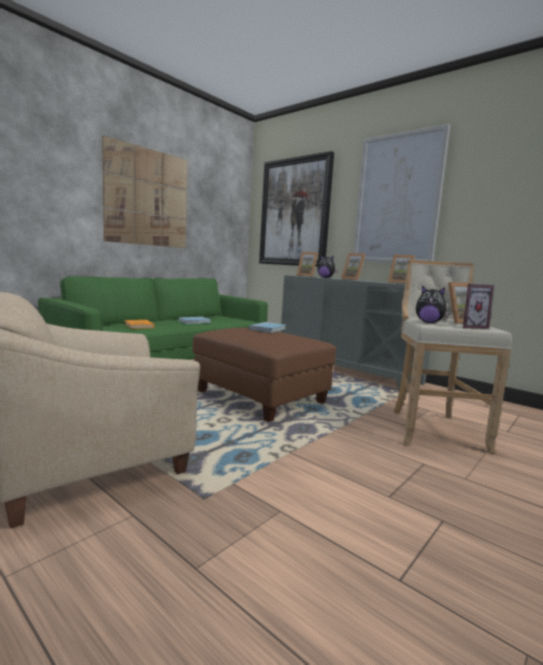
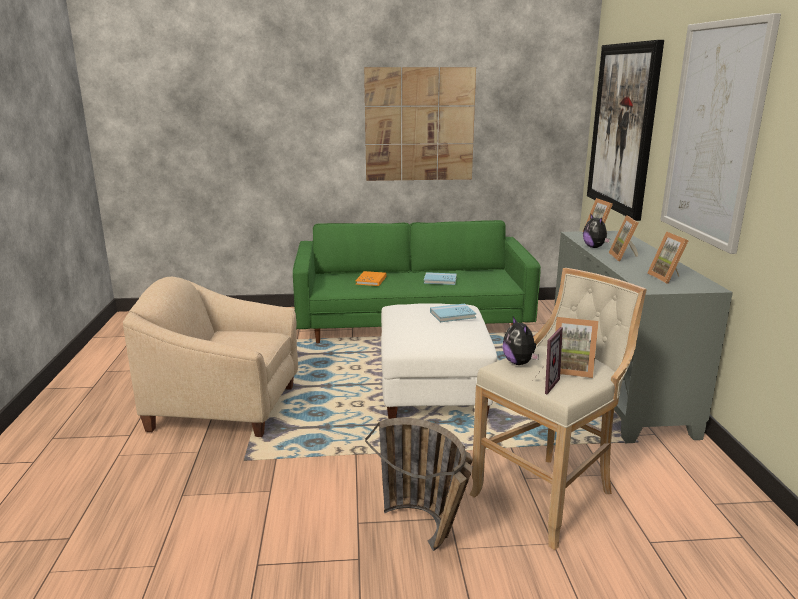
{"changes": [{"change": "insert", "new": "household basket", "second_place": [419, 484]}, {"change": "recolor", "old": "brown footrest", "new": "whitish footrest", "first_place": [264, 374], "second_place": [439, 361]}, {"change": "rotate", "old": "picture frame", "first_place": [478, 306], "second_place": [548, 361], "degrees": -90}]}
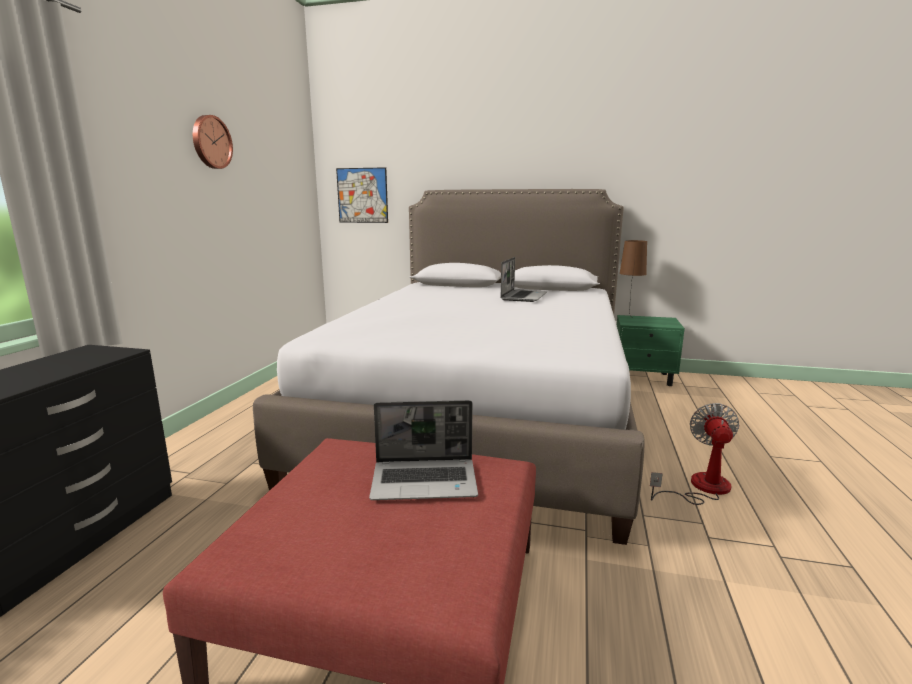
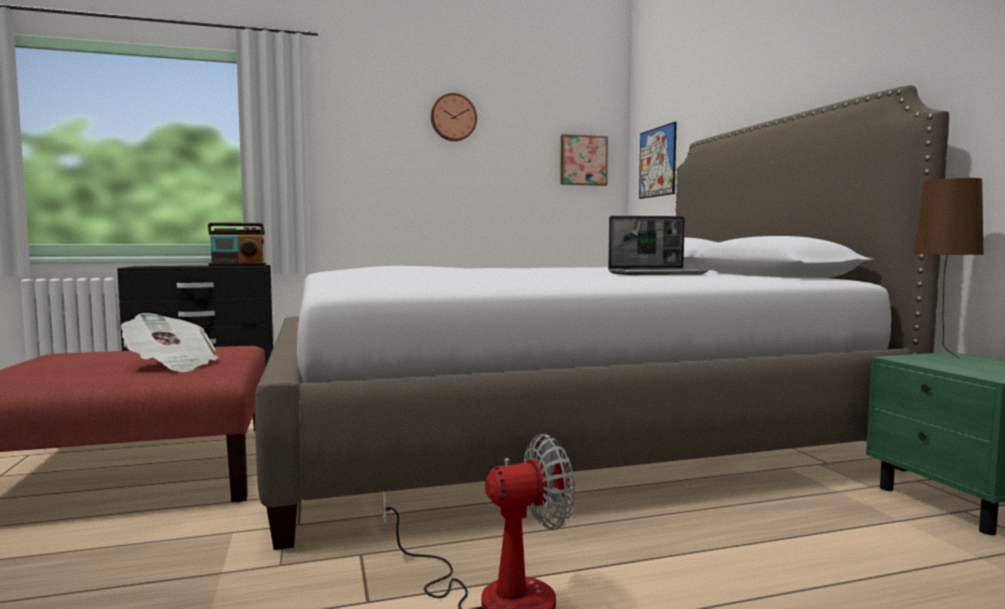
{"changes": [{"change": "replace", "old": "notebook computer", "new": "daily paper", "first_place": [423, 450], "second_place": [169, 342]}, {"change": "insert", "new": "radio", "second_place": [237, 244]}, {"change": "insert", "new": "wall art", "second_place": [584, 160]}]}
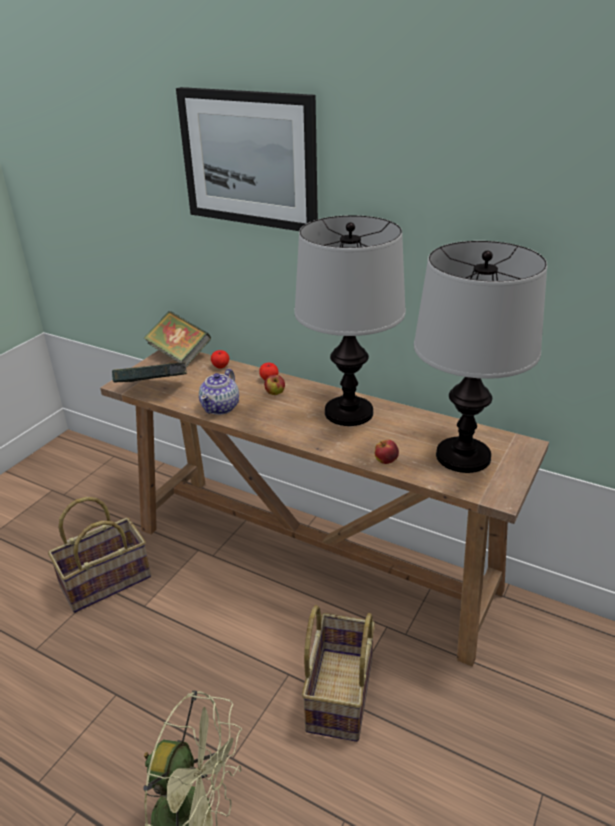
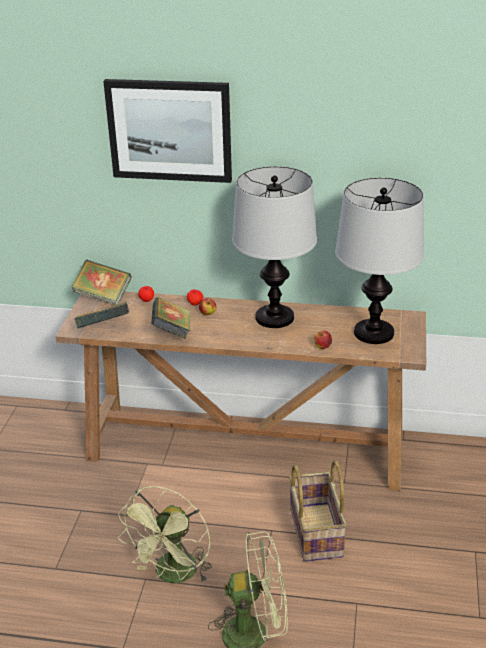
{"changes": [{"change": "insert", "new": "green electric fan", "second_place": [165, 534]}, {"change": "replace", "old": "tea pot", "new": "bound book", "first_place": [219, 392], "second_place": [170, 318]}, {"change": "delete", "old": "household basket", "first_place": [99, 555]}]}
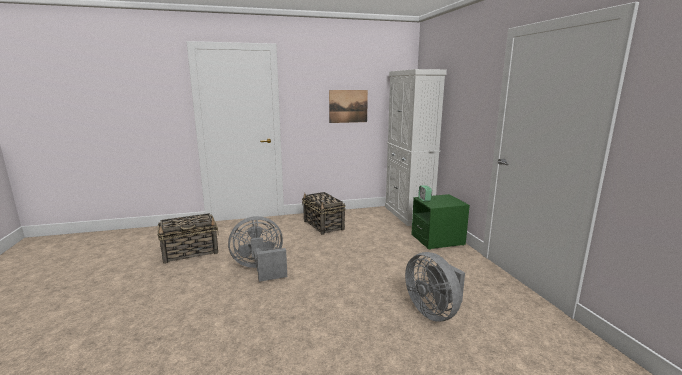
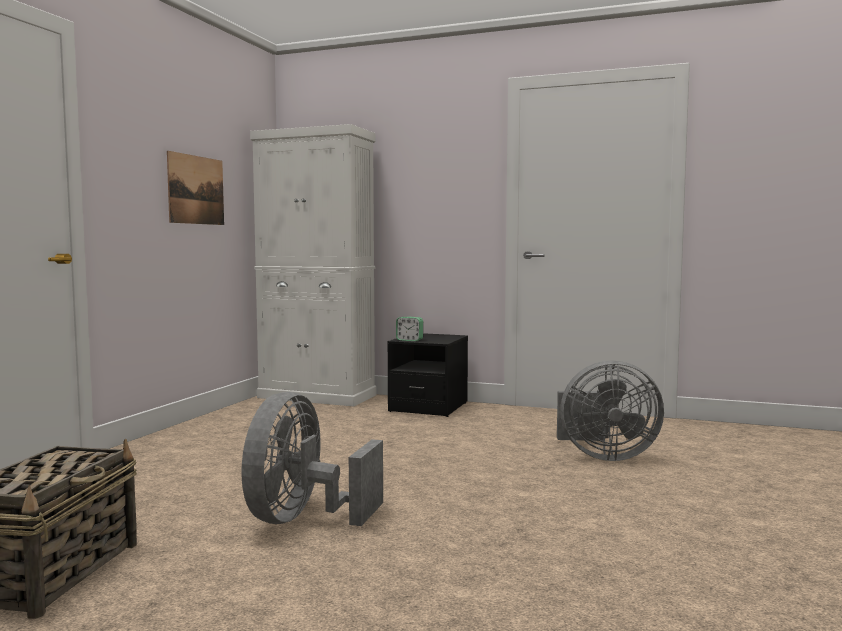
{"changes": [{"change": "recolor", "old": "green night table", "new": "black-coloured night table", "first_place": [440, 222], "second_place": [427, 375]}, {"change": "delete", "old": "household basket", "first_place": [324, 213]}]}
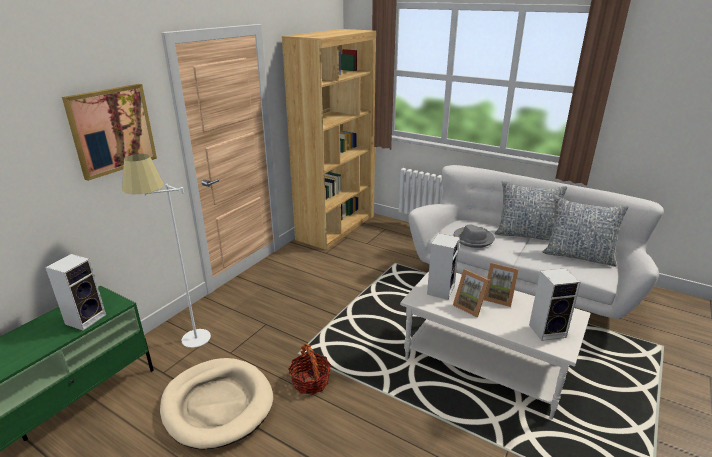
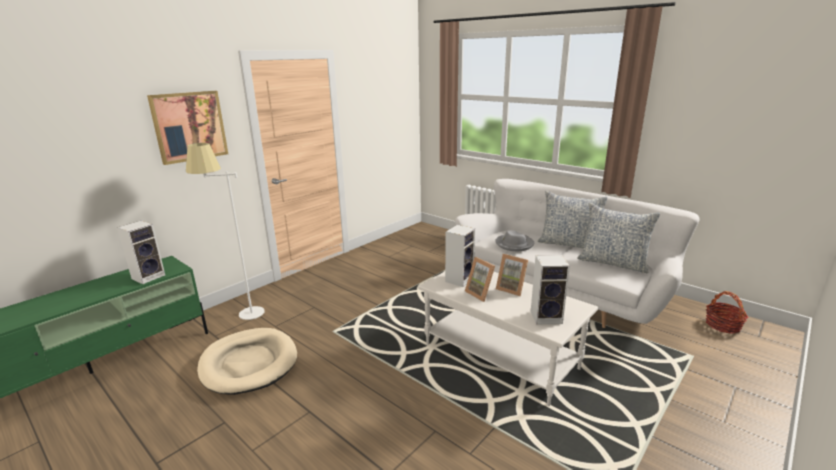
{"changes": [{"change": "move", "old": "household basket", "first_place": [309, 369], "second_place": [727, 312]}, {"change": "delete", "old": "brown bookcase", "first_place": [329, 139]}]}
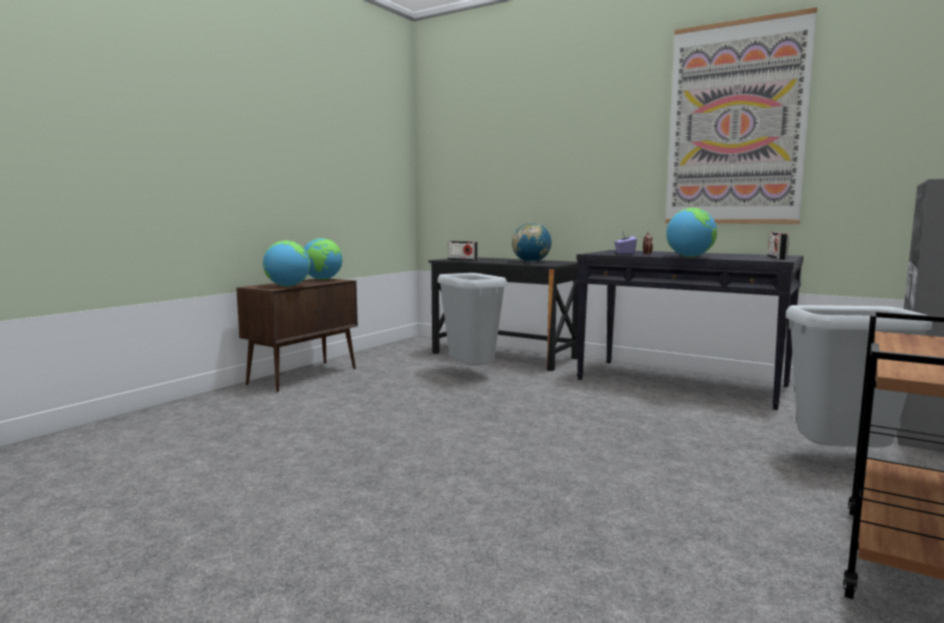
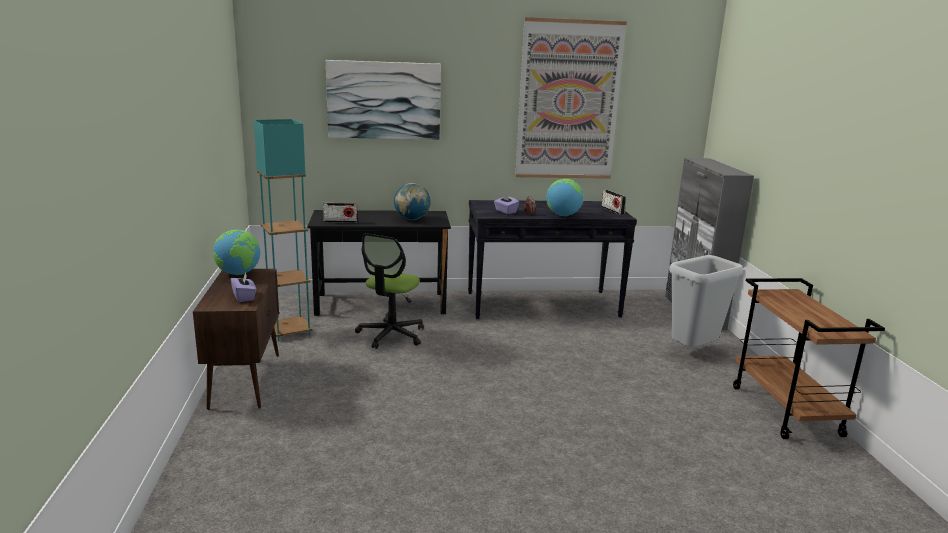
{"changes": [{"change": "replace", "old": "globe", "new": "purple-coloured tissue holder", "first_place": [286, 264], "second_place": [243, 287]}, {"change": "insert", "new": "turquoise standard lamp", "second_place": [283, 230]}, {"change": "insert", "new": "wall art", "second_place": [383, 100]}, {"change": "replace", "old": "gray rubbish bin", "new": "desk chair", "first_place": [472, 319], "second_place": [389, 291]}]}
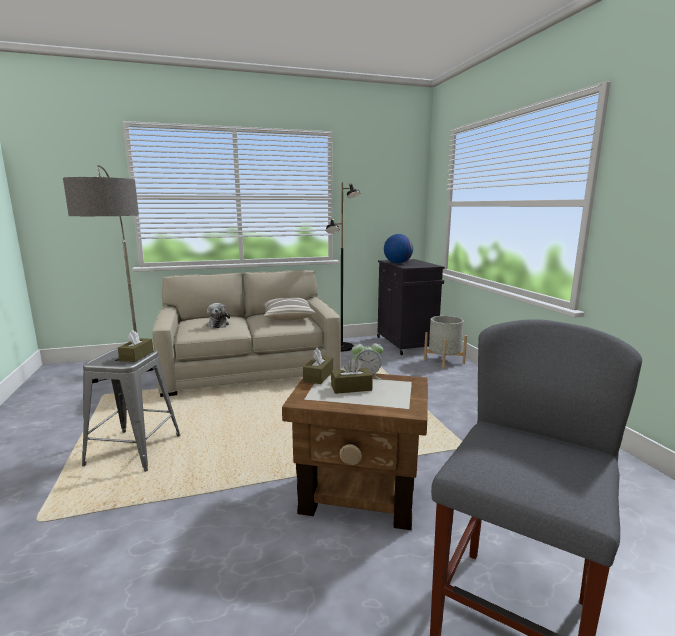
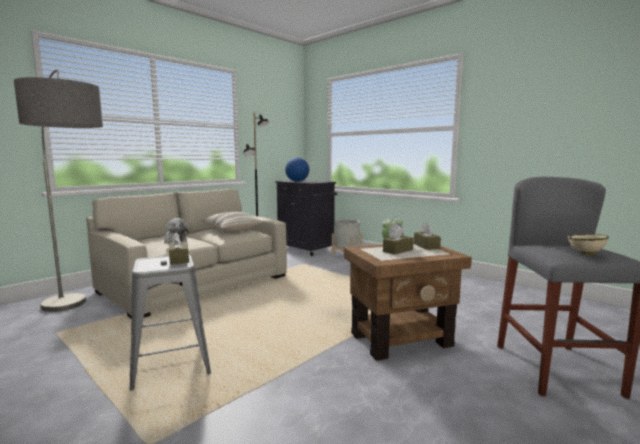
{"changes": [{"change": "move", "old": "brown tissue holder", "first_place": [318, 366], "second_place": [427, 236]}, {"change": "insert", "new": "sand-coloured deep dish", "second_place": [588, 244]}]}
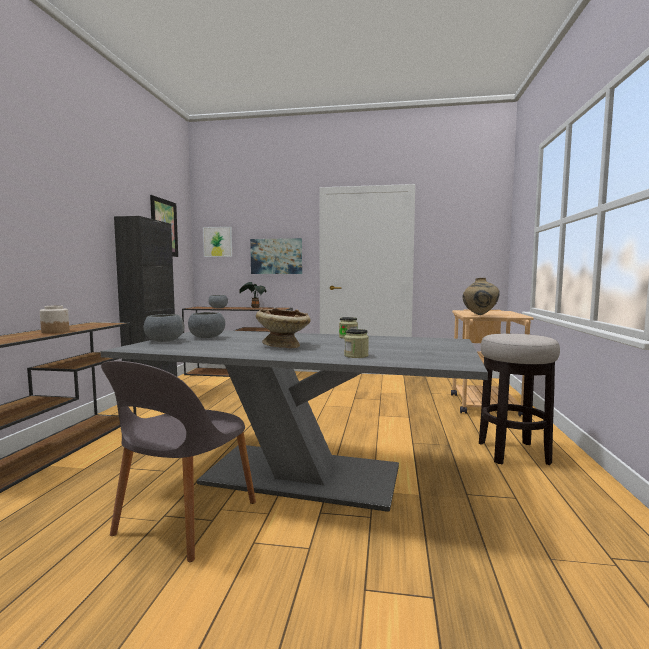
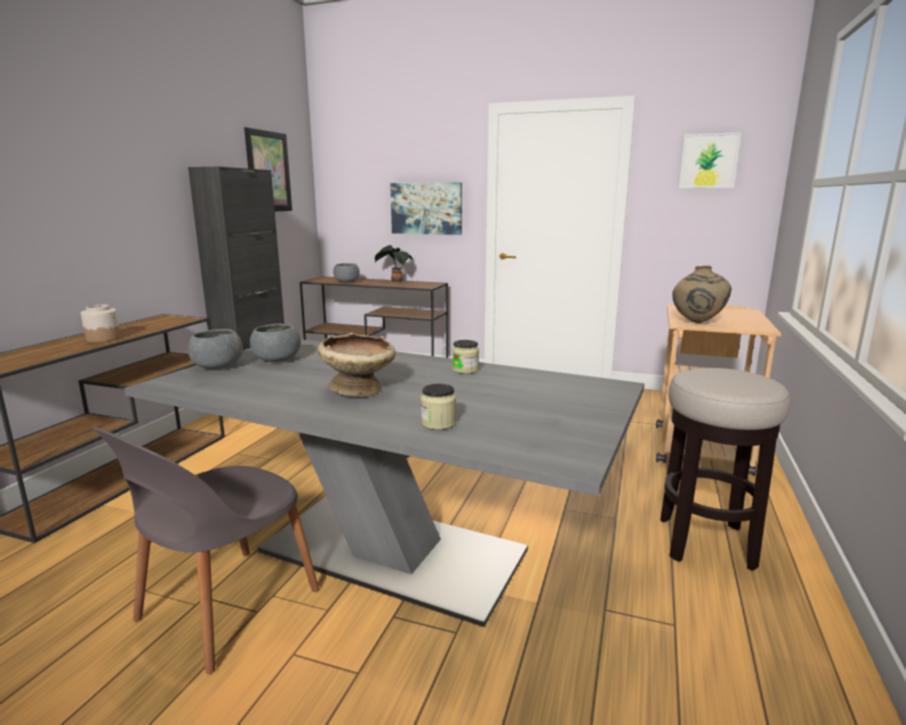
{"changes": [{"change": "move", "old": "wall art", "first_place": [217, 242], "second_place": [710, 160]}]}
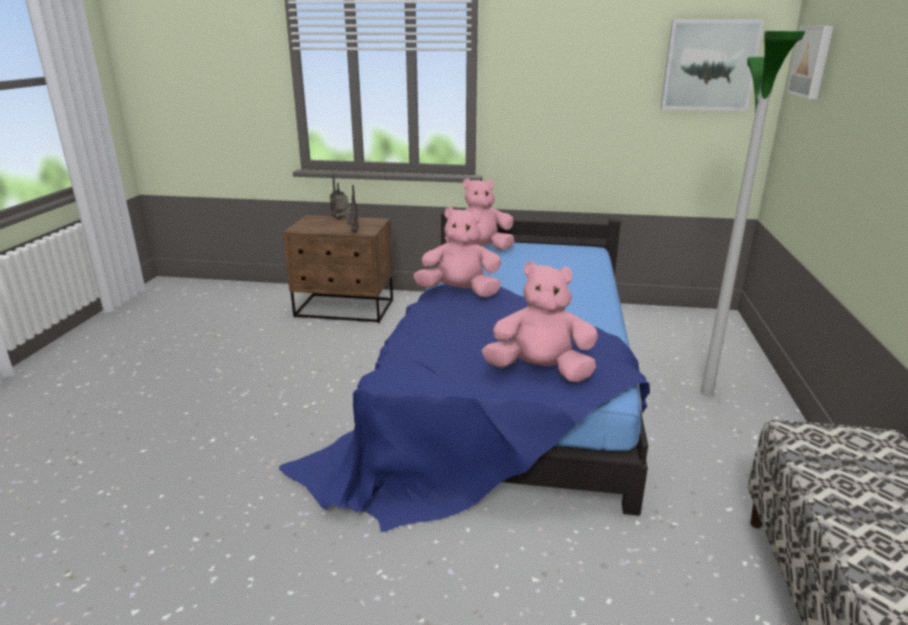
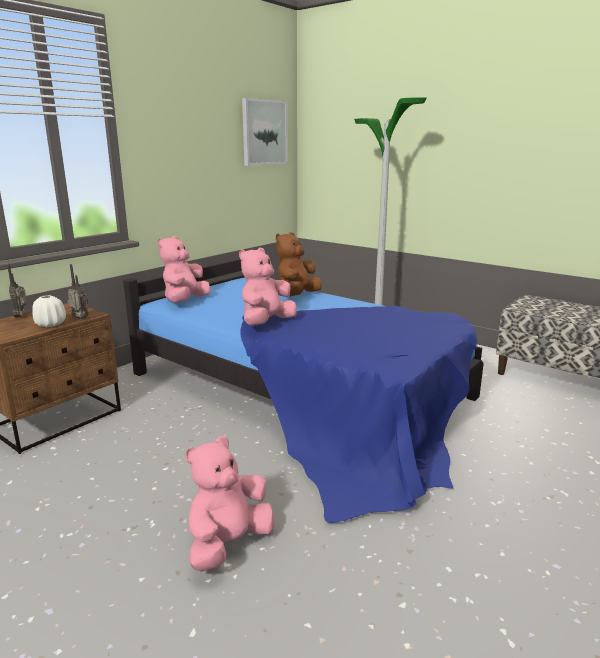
{"changes": [{"change": "insert", "new": "whitish decorative vase", "second_place": [49, 311]}, {"change": "move", "old": "pinkish plush toy", "first_place": [540, 321], "second_place": [230, 504]}, {"change": "insert", "new": "brown plush toy", "second_place": [299, 264]}, {"change": "delete", "old": "wall art", "first_place": [810, 62]}]}
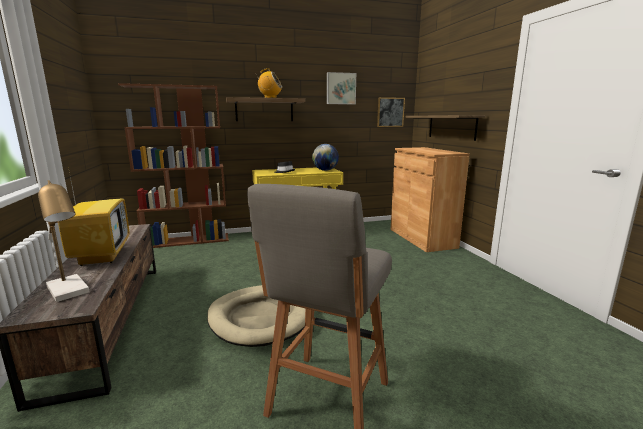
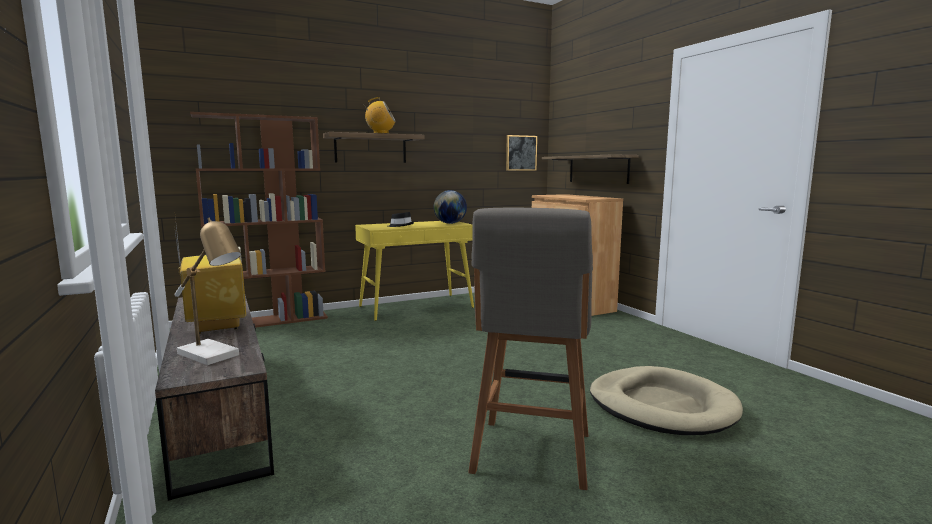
{"changes": [{"change": "move", "old": "sand-coloured dog cushion", "first_place": [256, 316], "second_place": [666, 400]}, {"change": "delete", "old": "wall art", "first_place": [341, 88]}]}
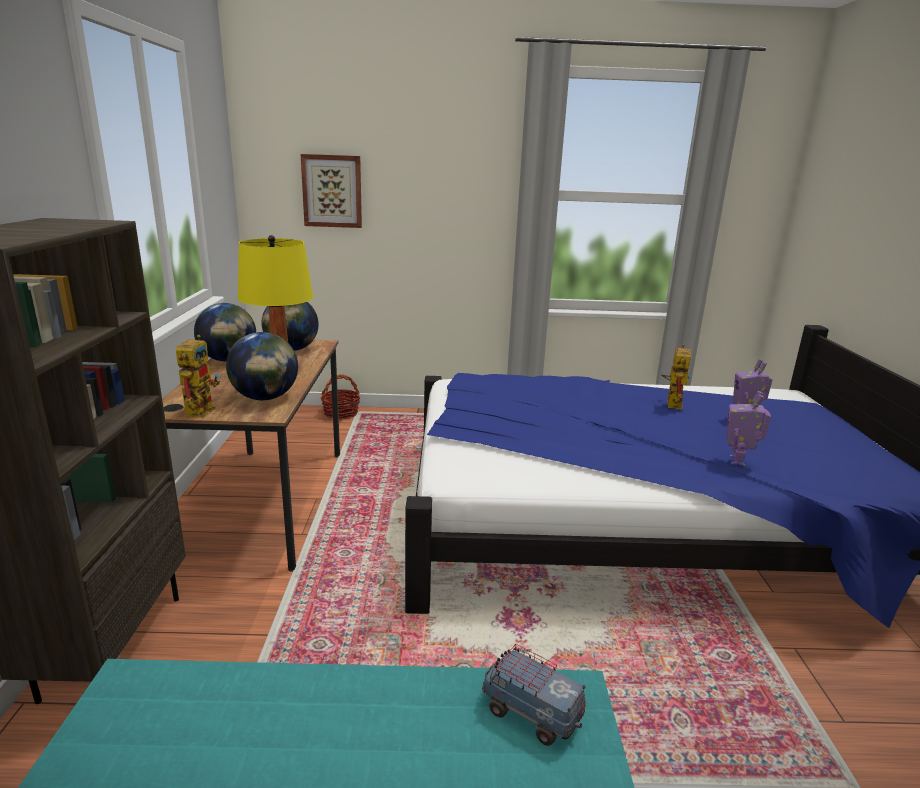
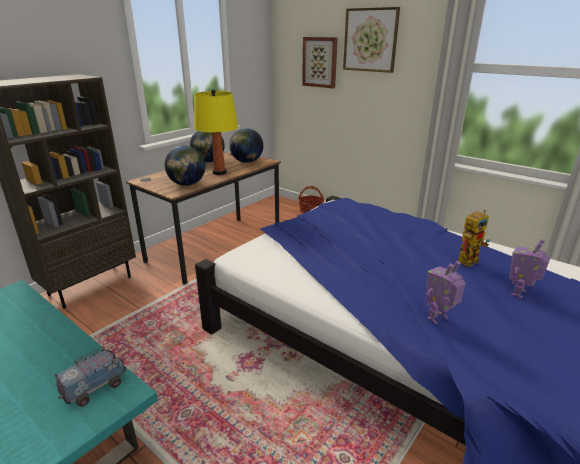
{"changes": [{"change": "rotate", "old": "toy truck", "first_place": [534, 695], "second_place": [90, 377], "degrees": 60}, {"change": "insert", "new": "wall art", "second_place": [371, 40]}, {"change": "delete", "old": "toy robot", "first_place": [198, 376]}]}
